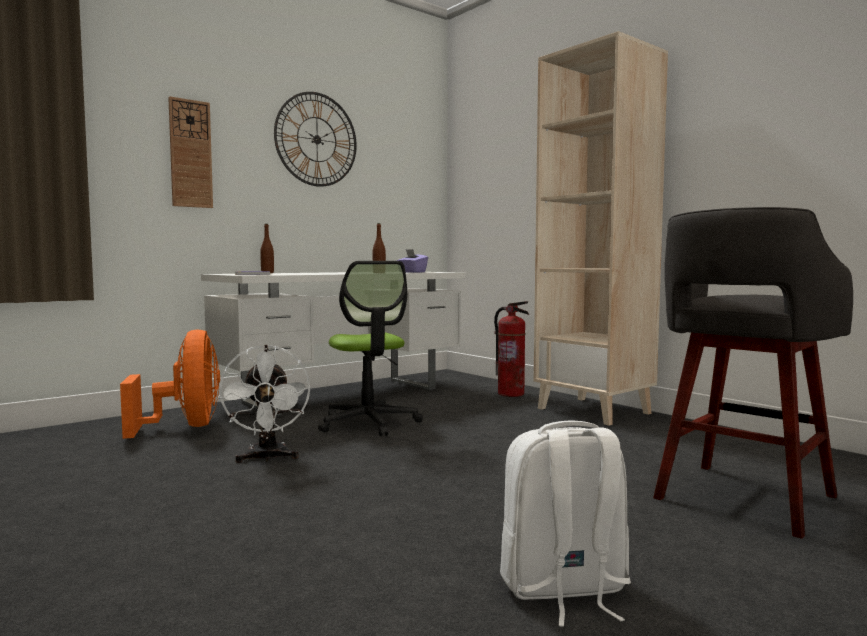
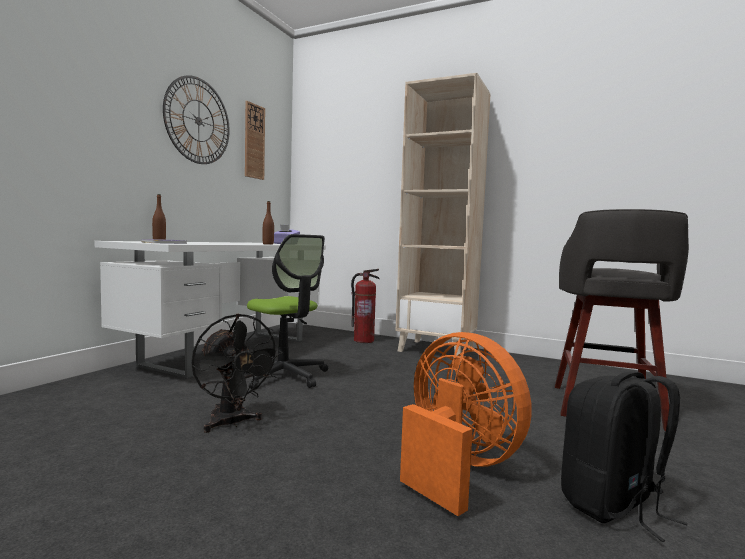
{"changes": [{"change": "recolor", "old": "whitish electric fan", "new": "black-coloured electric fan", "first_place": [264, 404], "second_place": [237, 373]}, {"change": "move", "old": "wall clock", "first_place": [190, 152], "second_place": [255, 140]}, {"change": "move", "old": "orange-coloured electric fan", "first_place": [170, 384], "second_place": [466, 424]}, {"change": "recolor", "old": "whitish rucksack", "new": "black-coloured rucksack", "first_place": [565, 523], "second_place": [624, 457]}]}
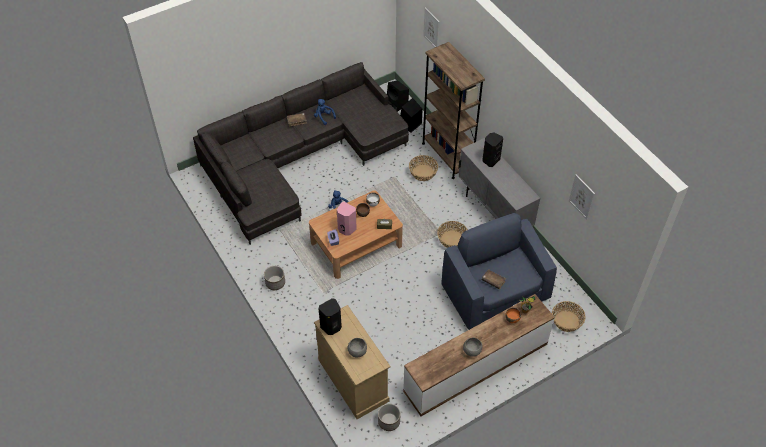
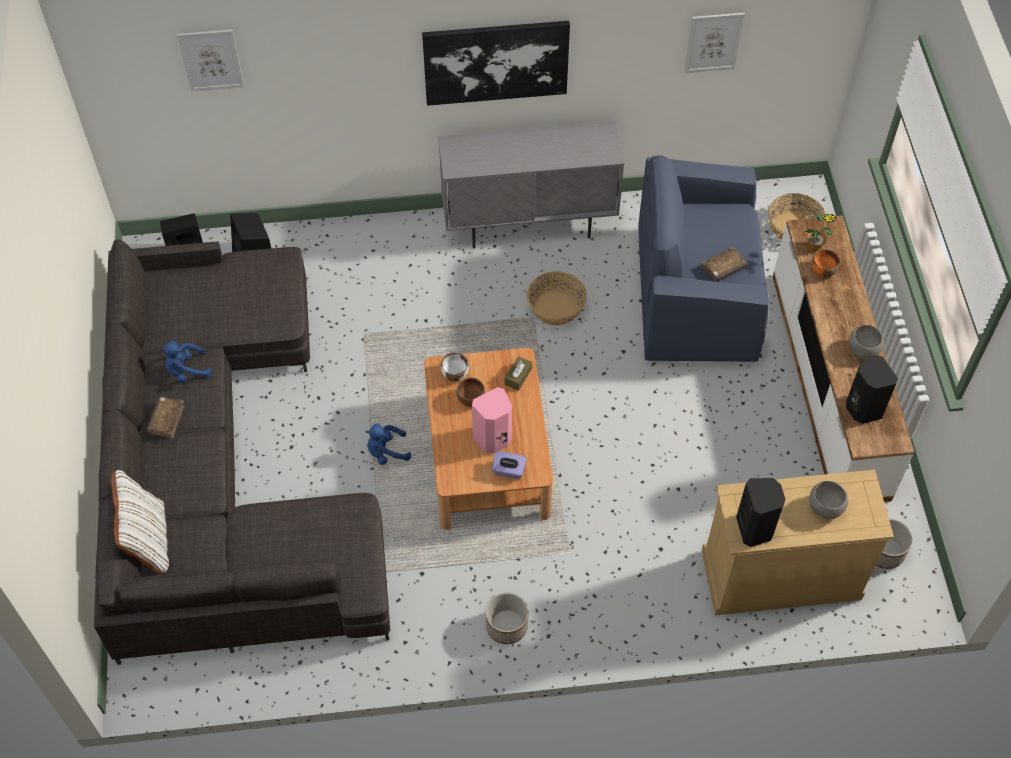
{"changes": [{"change": "insert", "new": "whitish pillow", "second_place": [140, 522]}, {"change": "insert", "new": "wall art", "second_place": [496, 63]}, {"change": "move", "old": "black-coloured speaker", "first_place": [492, 150], "second_place": [872, 389]}, {"change": "delete", "old": "household basket", "first_place": [423, 168]}, {"change": "delete", "old": "brown bookcase", "first_place": [453, 110]}]}
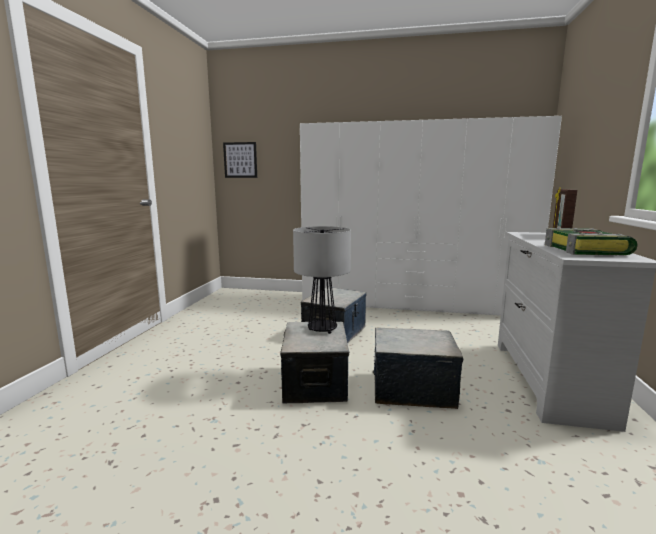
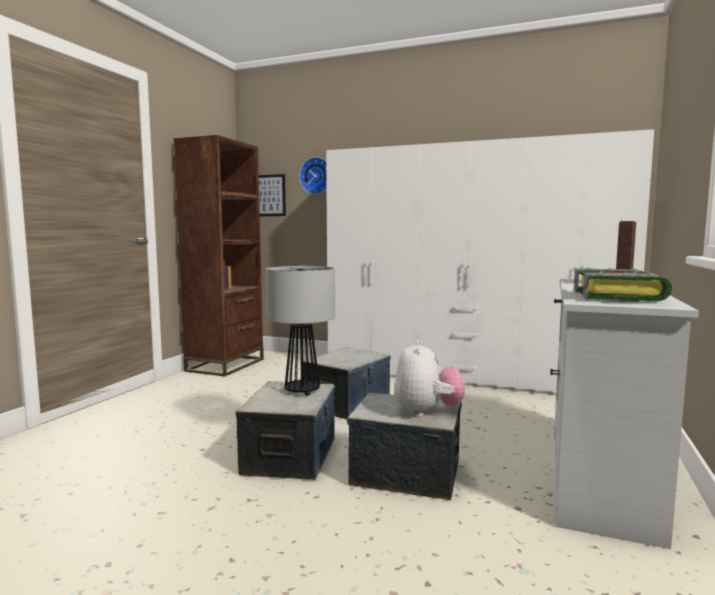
{"changes": [{"change": "insert", "new": "brown bookcase", "second_place": [219, 255]}, {"change": "insert", "new": "wall clock", "second_place": [313, 176]}, {"change": "insert", "new": "plush toy", "second_place": [429, 378]}]}
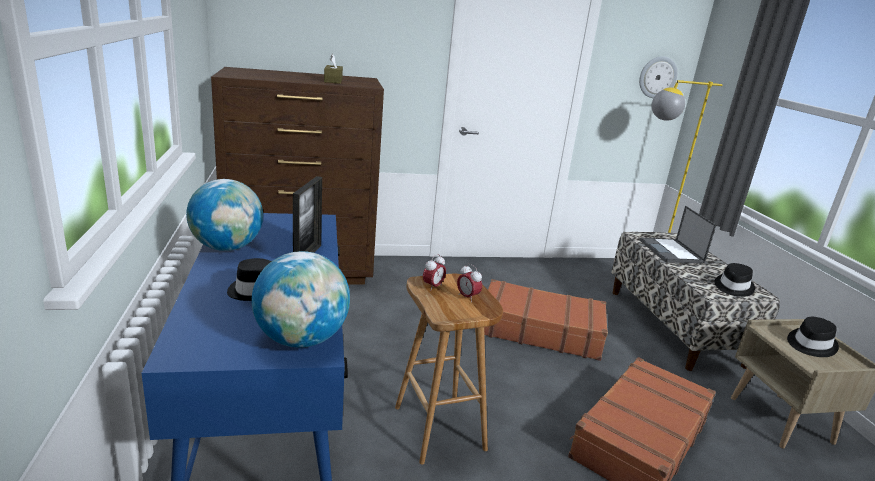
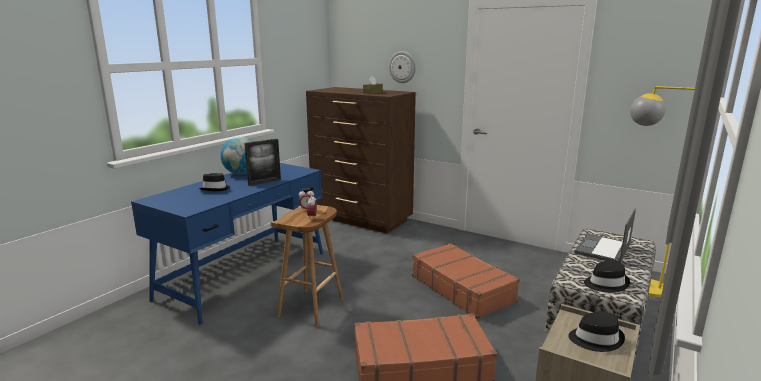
{"changes": [{"change": "move", "old": "wall clock", "first_place": [658, 77], "second_place": [402, 67]}, {"change": "delete", "old": "globe", "first_place": [300, 299]}]}
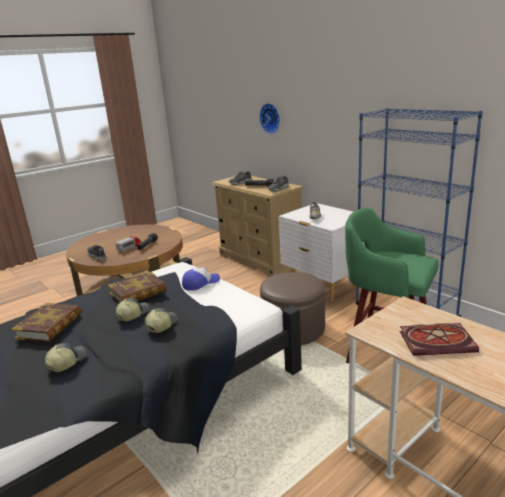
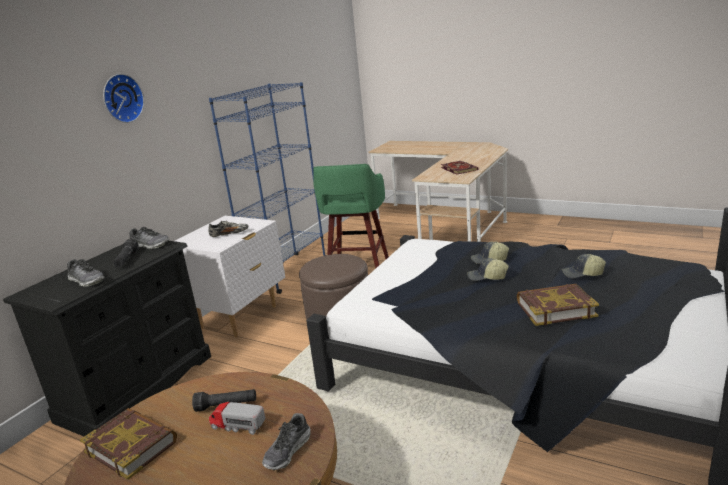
{"changes": [{"change": "recolor", "old": "sand-coloured drawer chest", "new": "black-coloured drawer chest", "first_place": [257, 226], "second_place": [107, 338]}, {"change": "move", "old": "bound book", "first_place": [137, 287], "second_place": [128, 444]}, {"change": "move", "old": "wall clock", "first_place": [269, 118], "second_place": [123, 98]}, {"change": "delete", "old": "cap", "first_place": [201, 279]}]}
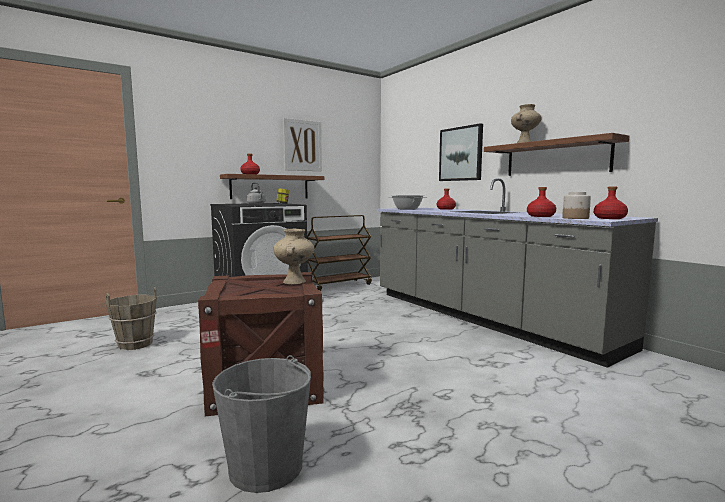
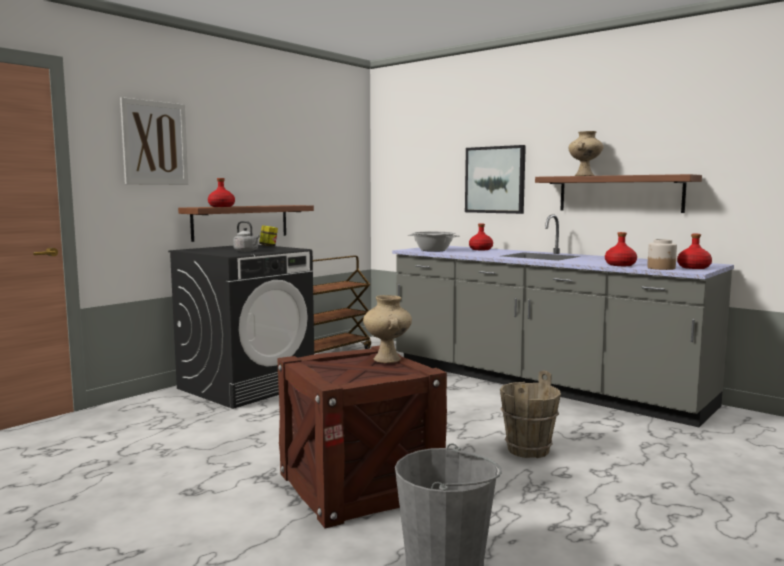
{"changes": [{"change": "move", "old": "wall art", "first_place": [302, 144], "second_place": [154, 141]}, {"change": "move", "old": "brown pail", "first_place": [131, 318], "second_place": [530, 414]}]}
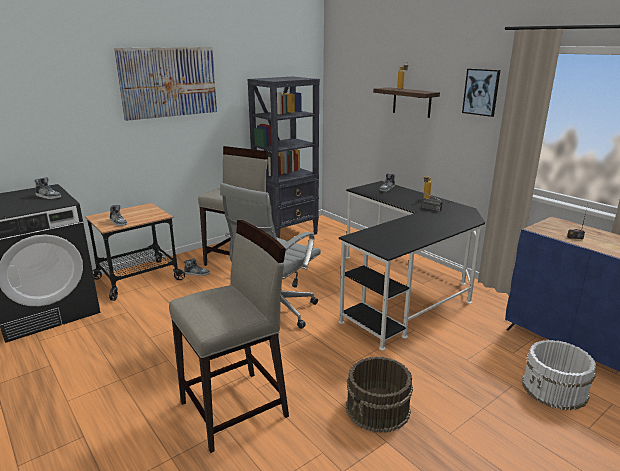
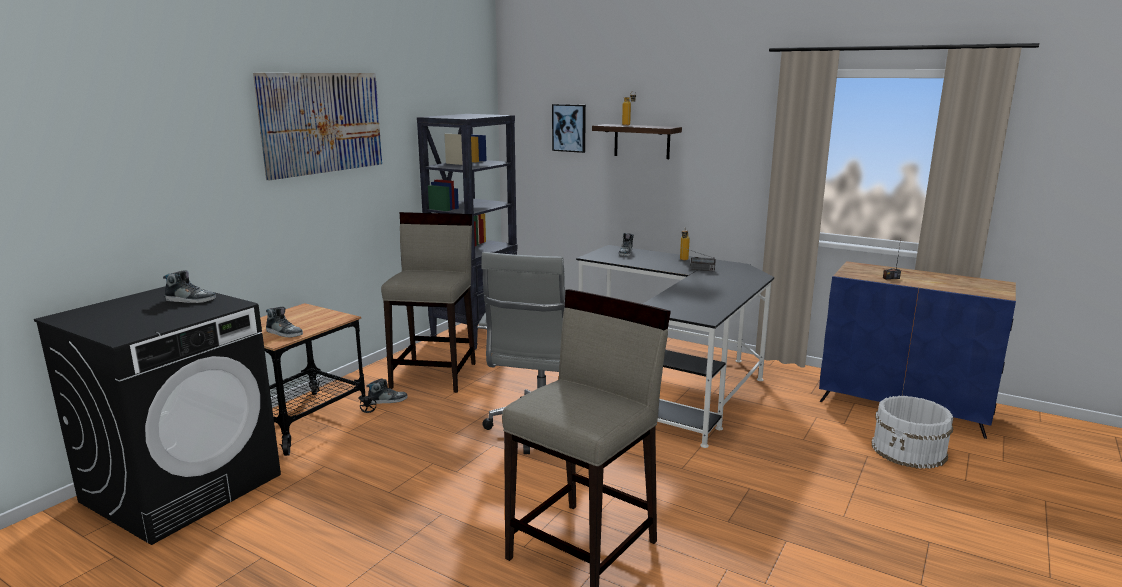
{"changes": [{"change": "move", "old": "wall art", "first_place": [481, 93], "second_place": [569, 128]}, {"change": "delete", "old": "brown pail", "first_place": [379, 394]}]}
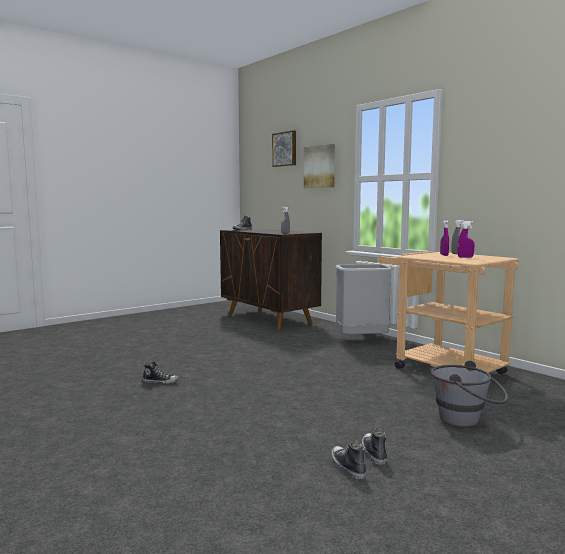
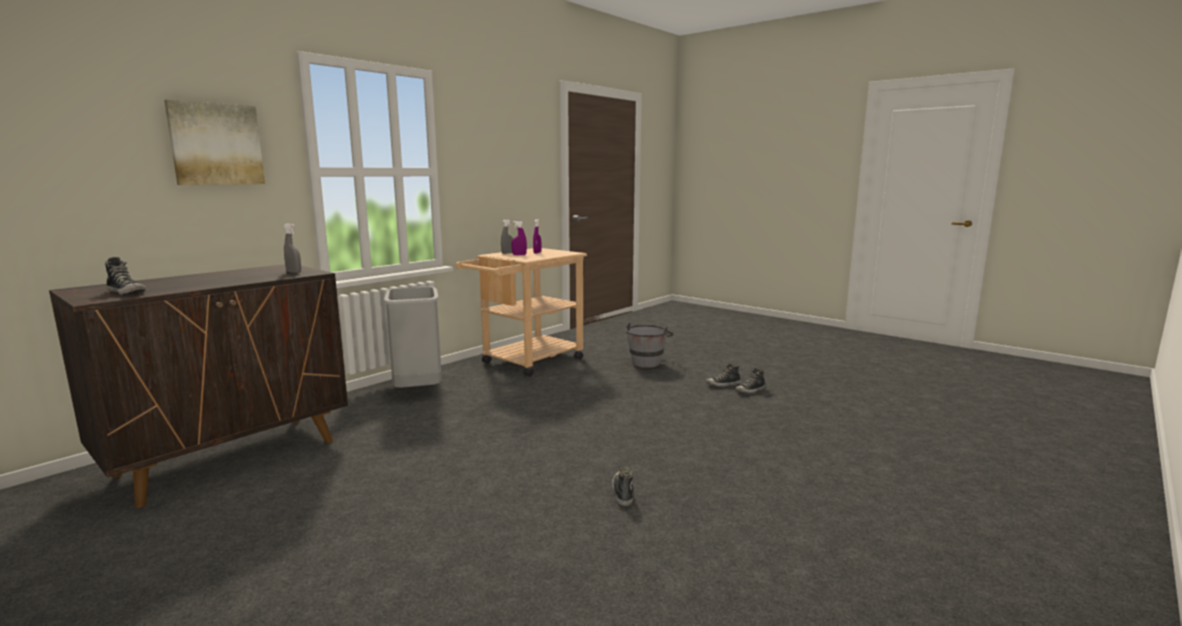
{"changes": [{"change": "delete", "old": "wall art", "first_place": [284, 148]}]}
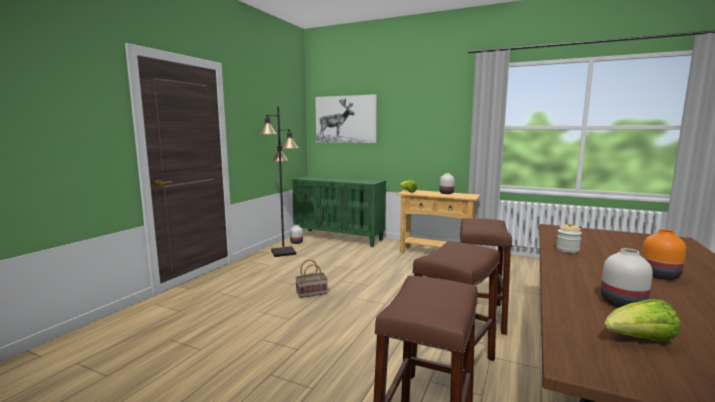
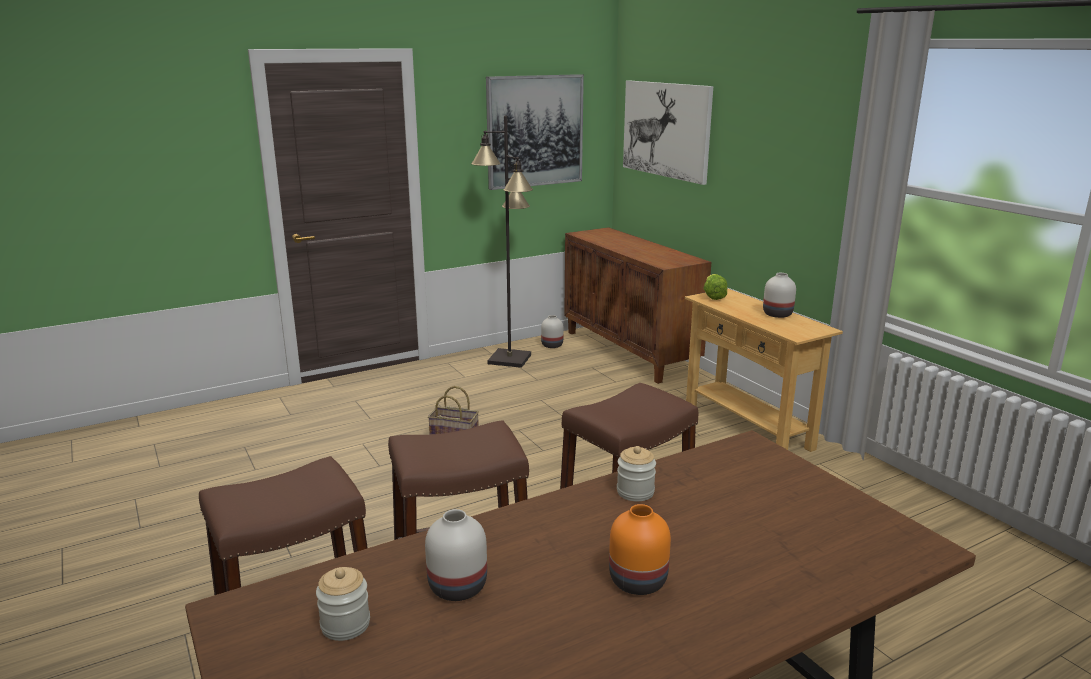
{"changes": [{"change": "replace", "old": "lettuce", "new": "jar", "first_place": [642, 320], "second_place": [343, 604]}, {"change": "insert", "new": "wall art", "second_place": [535, 132]}, {"change": "recolor", "old": "green storage cabinet", "new": "brown storage cabinet", "first_place": [339, 211], "second_place": [637, 305]}]}
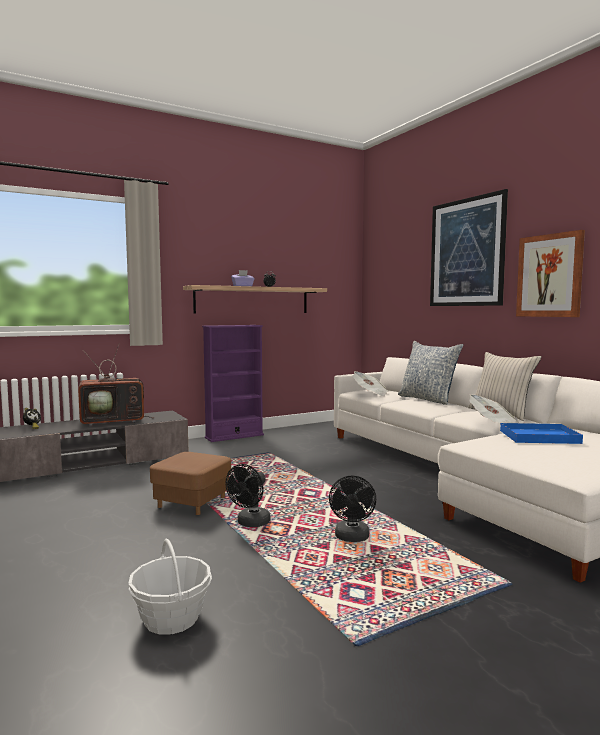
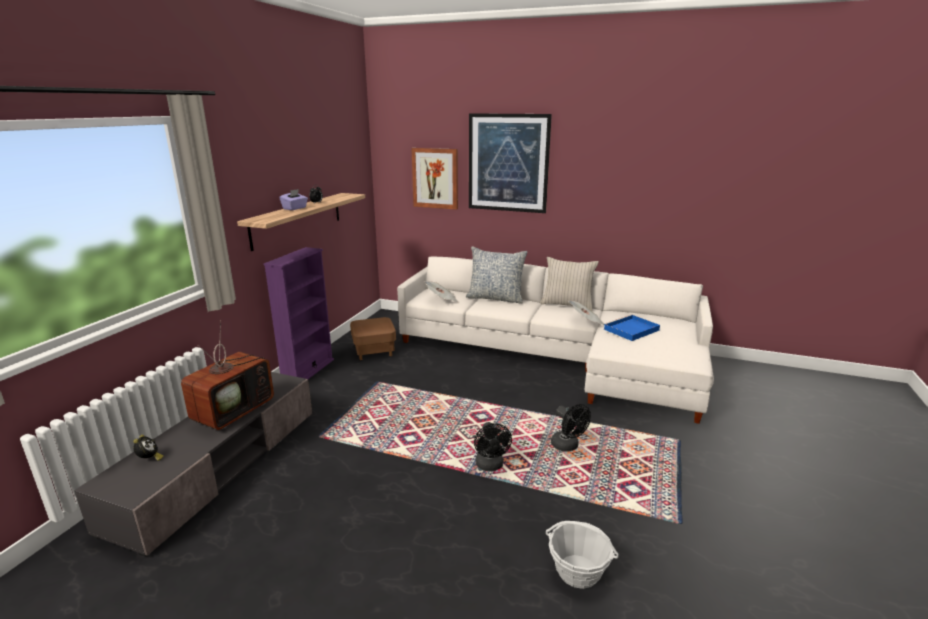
{"changes": [{"change": "move", "old": "brown footrest", "first_place": [190, 483], "second_place": [373, 338]}, {"change": "move", "old": "wall art", "first_place": [550, 273], "second_place": [434, 179]}]}
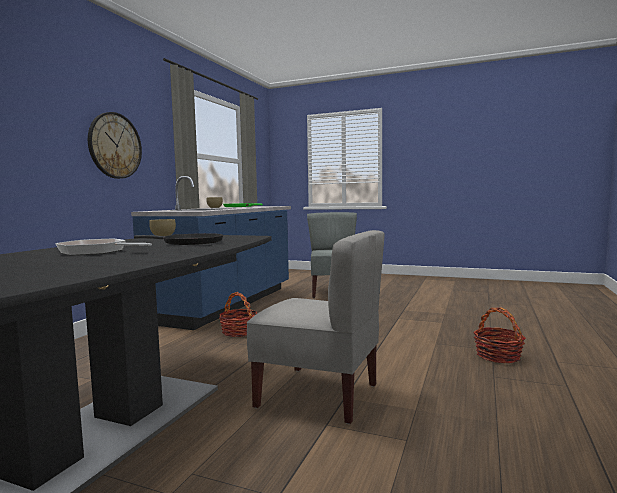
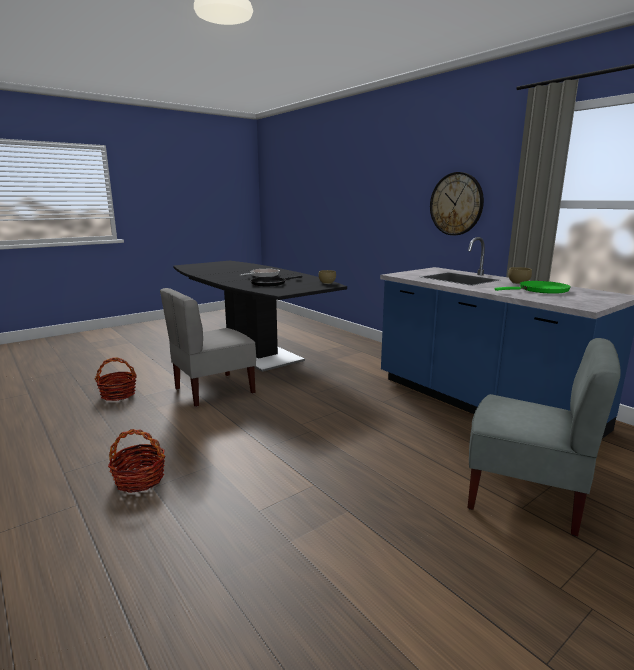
{"changes": [{"change": "move", "old": "household basket", "first_place": [238, 314], "second_place": [116, 379]}]}
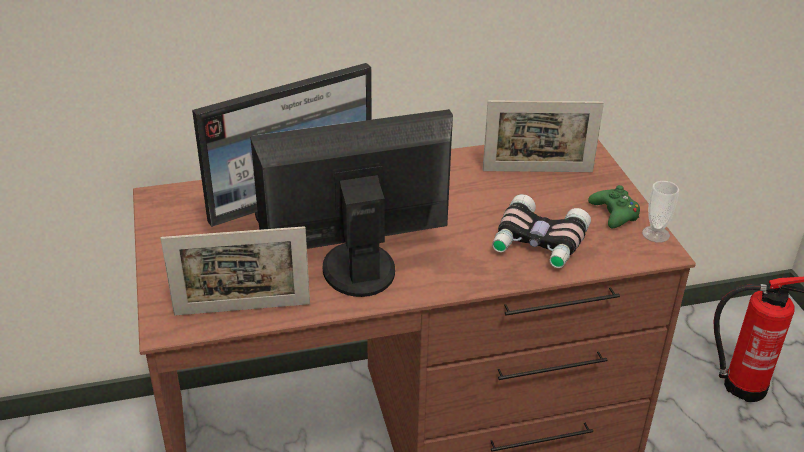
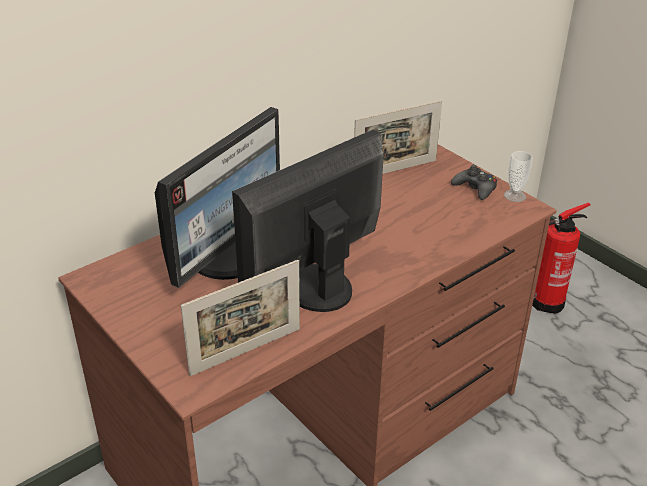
{"changes": [{"change": "recolor", "old": "green joypad", "new": "black-coloured joypad", "first_place": [614, 206], "second_place": [474, 182]}, {"change": "delete", "old": "pair of binoculars", "first_place": [541, 231]}]}
